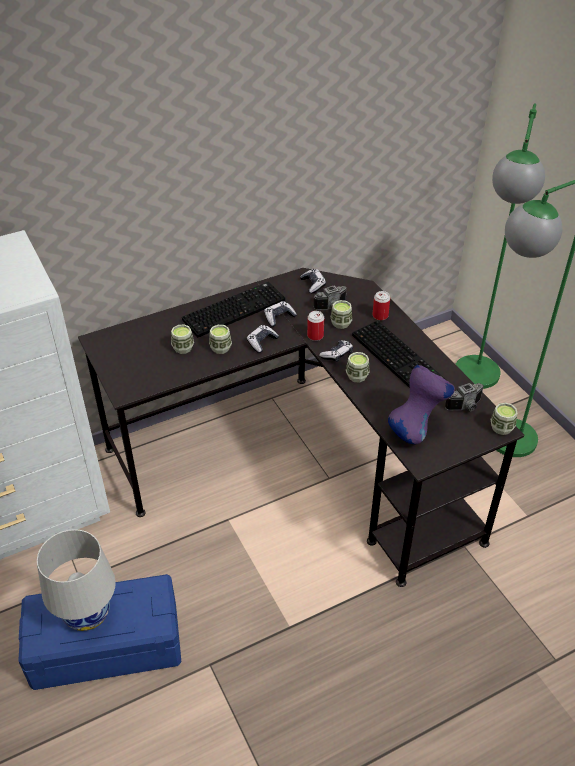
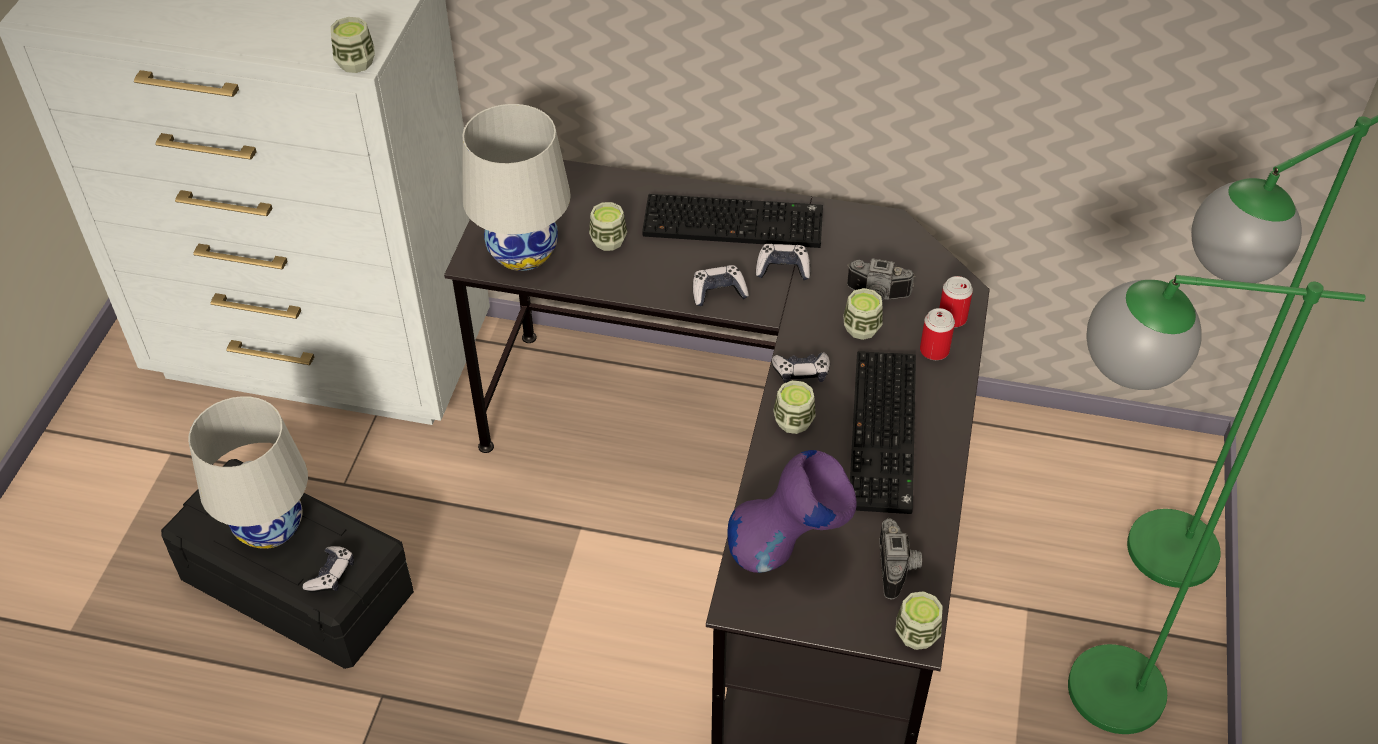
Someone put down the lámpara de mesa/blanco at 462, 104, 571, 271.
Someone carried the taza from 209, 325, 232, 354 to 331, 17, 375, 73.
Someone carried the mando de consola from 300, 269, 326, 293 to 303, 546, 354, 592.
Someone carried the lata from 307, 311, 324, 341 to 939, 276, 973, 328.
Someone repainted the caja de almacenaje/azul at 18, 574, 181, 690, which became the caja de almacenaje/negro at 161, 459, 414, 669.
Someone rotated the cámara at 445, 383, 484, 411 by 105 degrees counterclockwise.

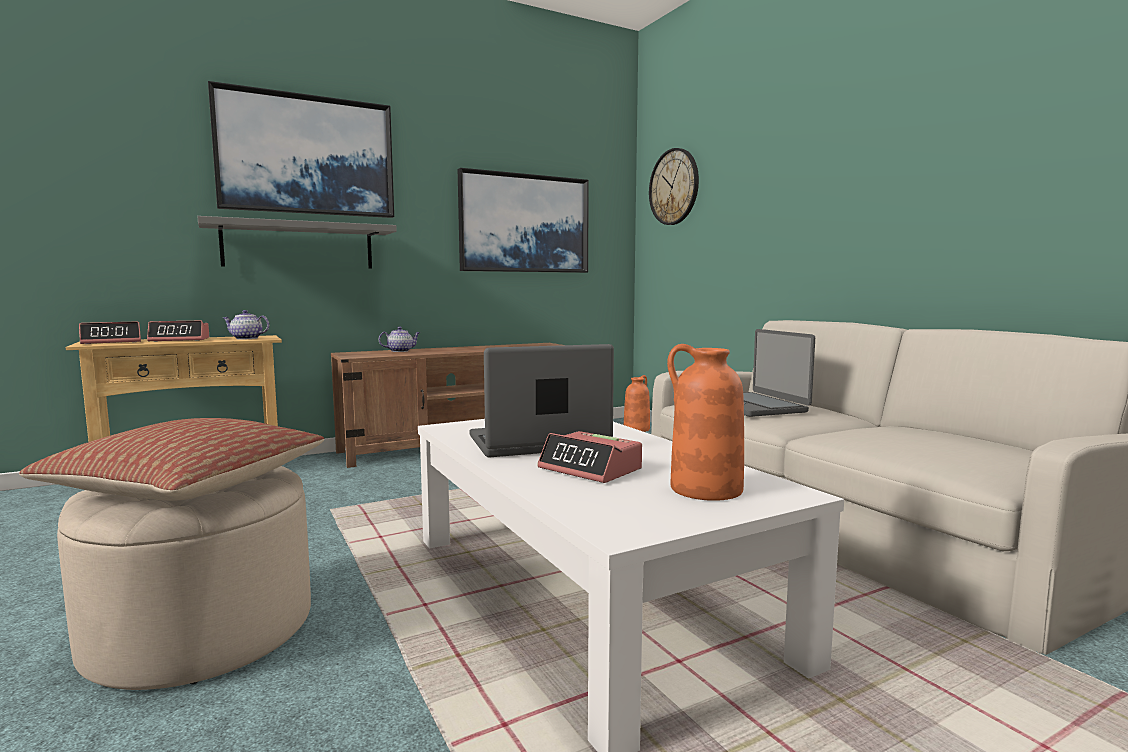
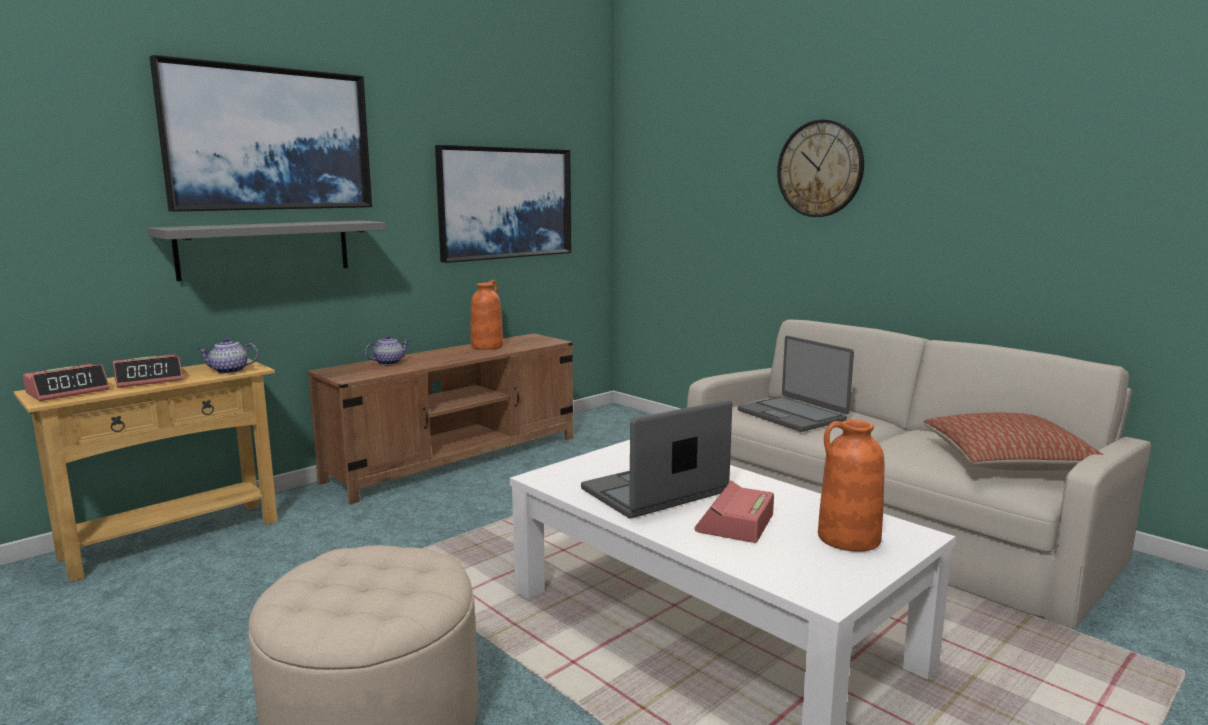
Someone carried the cojín from 19, 418, 324, 501 to 924, 413, 1104, 471.
Someone carried the florero/naranja from 624, 375, 650, 432 to 471, 280, 503, 350.
Someone carried the reloj de pared from 649, 148, 699, 225 to 777, 119, 864, 217.
Someone rotated the despertador at 537, 431, 642, 483 by 90 degrees clockwise.

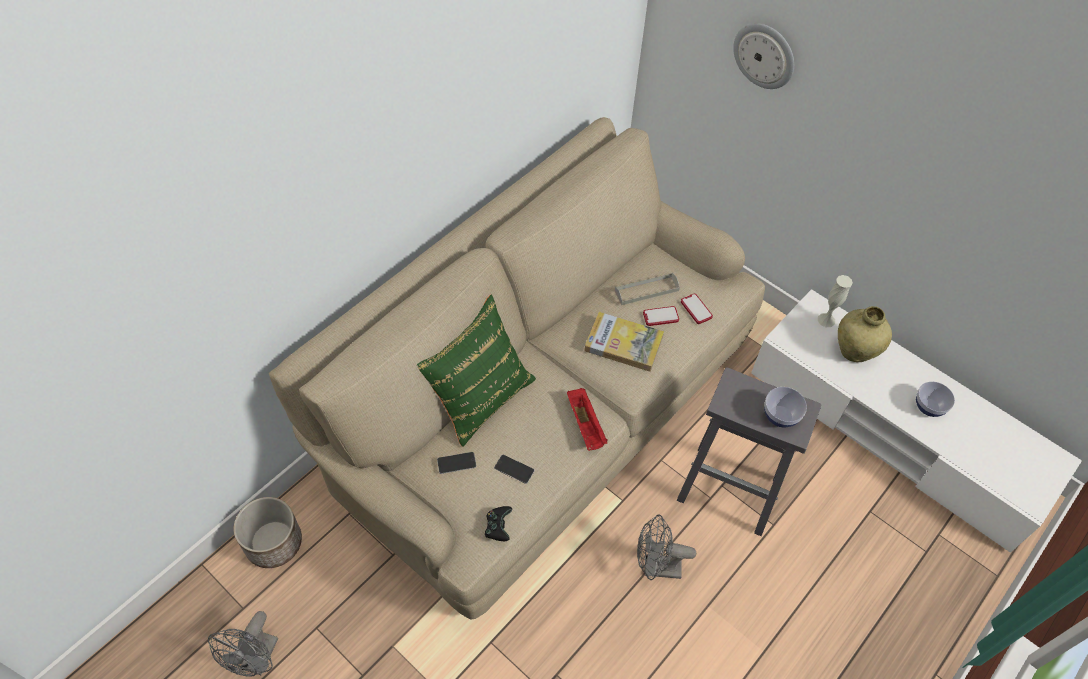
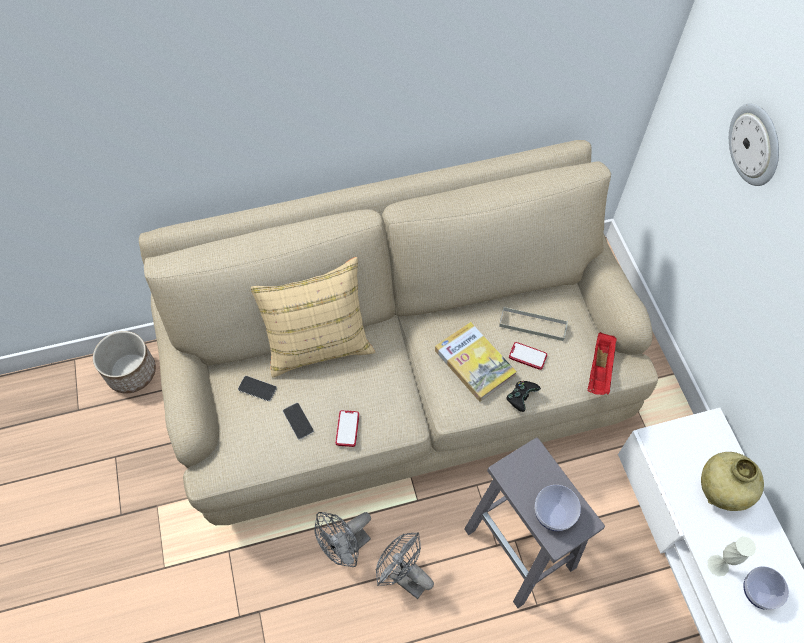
Someone carried the ventilador/gris from 208, 611, 278, 677 to 314, 512, 371, 567.
Someone carried the mando de consola/negro from 485, 506, 512, 541 to 506, 381, 541, 412.
Someone carried the bandeja/rojo from 567, 388, 607, 451 to 587, 332, 617, 395.
Someone carried the móvil from 681, 294, 713, 324 to 335, 410, 359, 447.
Someone carried the florero/blanco from 818, 275, 853, 327 to 707, 536, 756, 577.
Someone repainted the cojín/verde at 417, 295, 536, 447, which became the cojín/beis at 251, 257, 375, 378.

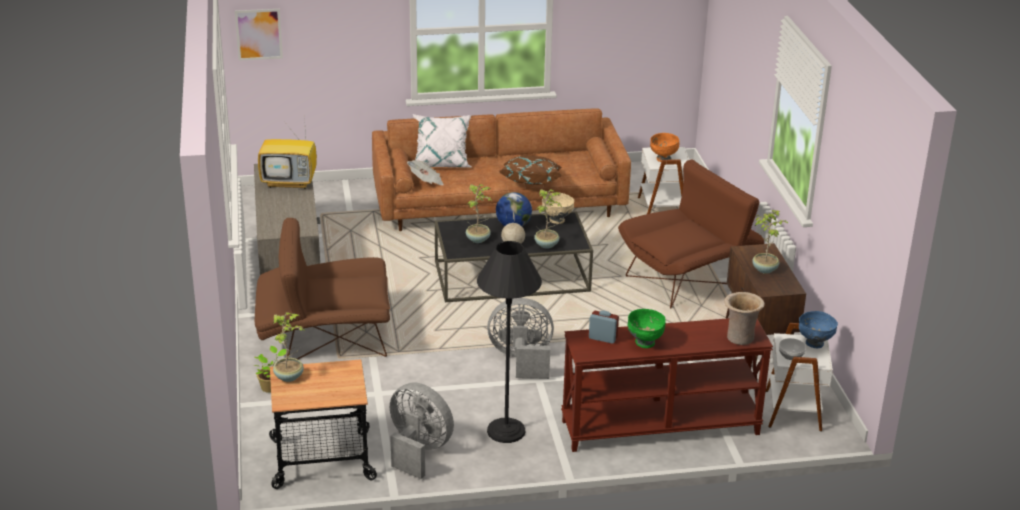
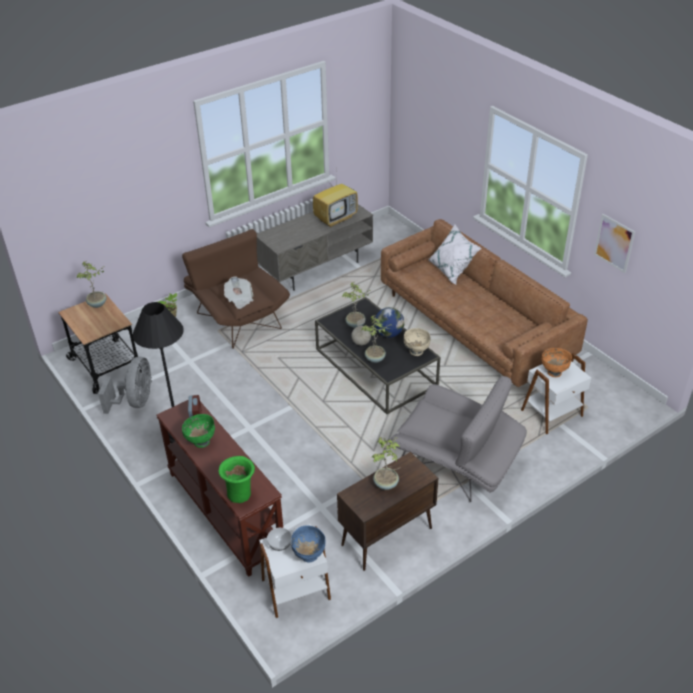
Someone took away the ventilador/gris at 487, 298, 554, 379.
Someone took away the cojín/marrón at 499, 156, 563, 185.
Someone carried the cuadro from 235, 9, 283, 61 to 594, 214, 635, 273.
Someone carried the periódico from 407, 160, 444, 185 to 224, 276, 253, 309.
Someone repainted the sillón/marrón at 618, 159, 764, 308, which became the sillón/gris at 390, 376, 527, 502.
Someone repainted the florero/beis at 724, 292, 765, 345, which became the florero/verde at 219, 456, 255, 503.
Someone rotated the televisor at 258, 116, 317, 189 by 105 degrees counterclockwise.

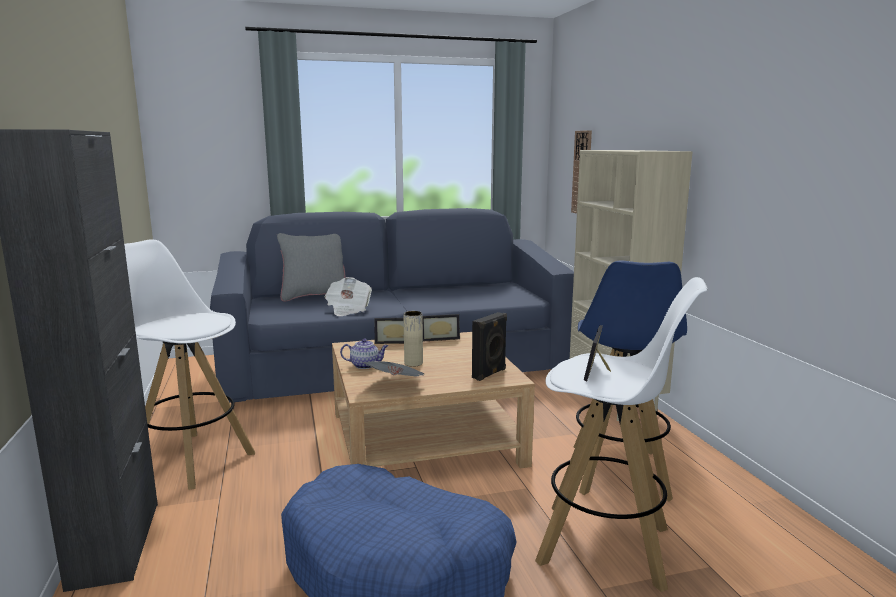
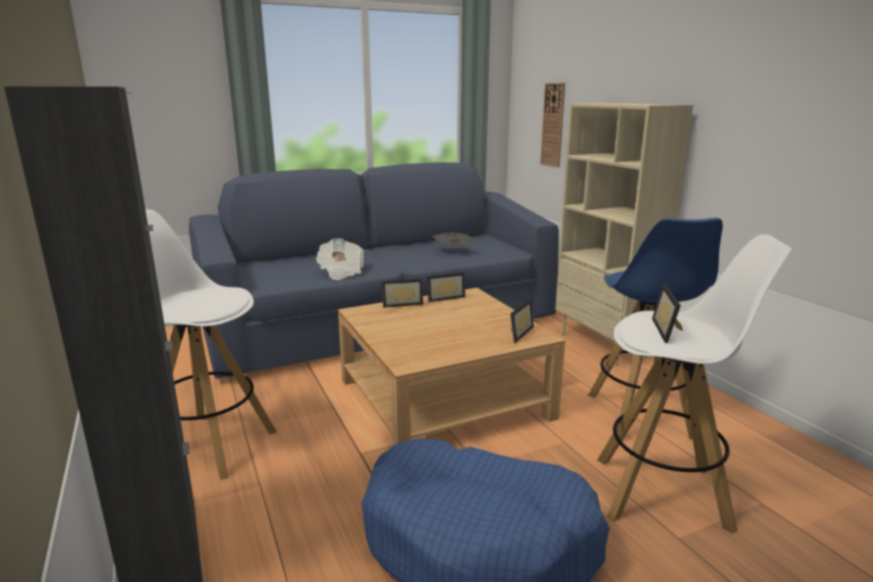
Someone took away the cojín/gris at 277, 233, 346, 302.
Someone took away the tetera at 340, 338, 388, 369.
Someone took away the florero/beis at 403, 311, 423, 367.
Someone carried the periódico from 363, 361, 425, 376 to 432, 232, 475, 247.
Someone swapped the altavoz/negro at 472, 312, 507, 381 for the portarretratos at 510, 299, 534, 343.

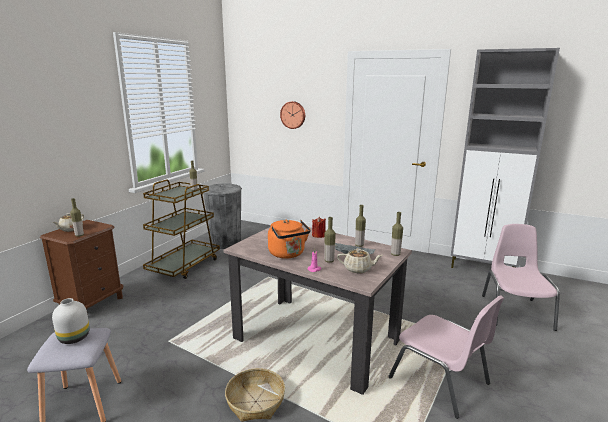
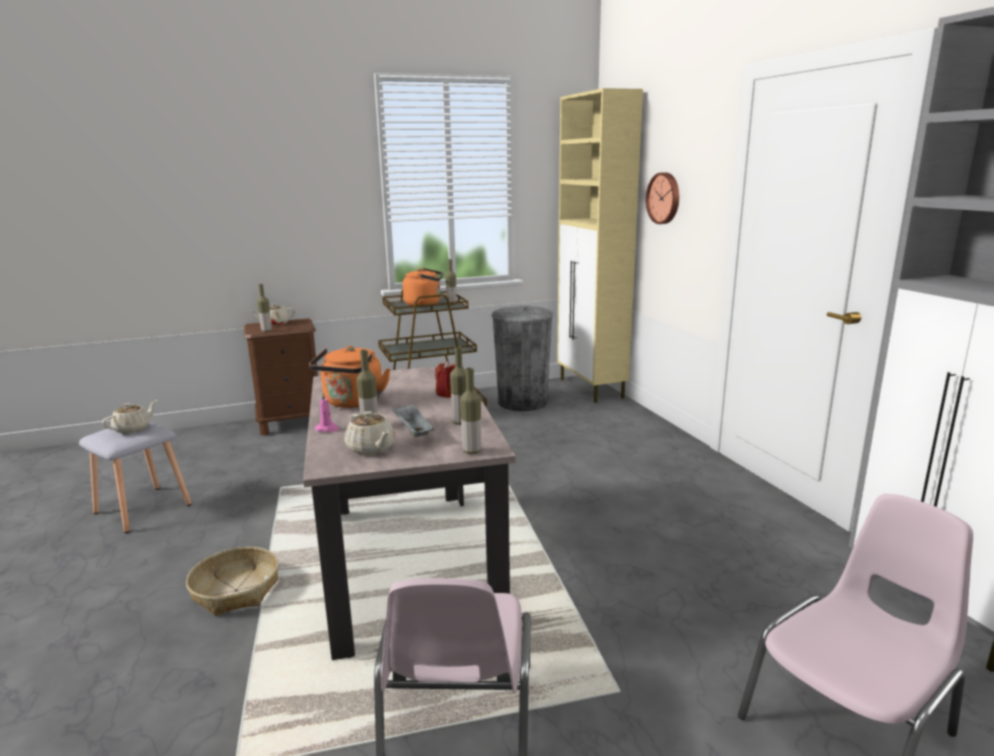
Someone put down the hervidor/naranja at 403, 268, 443, 307.
Someone put down the armario/beis at 557, 88, 643, 403.
Someone swapped the florero/blanco at 52, 298, 90, 344 for the tetera/beis at 102, 400, 157, 433.

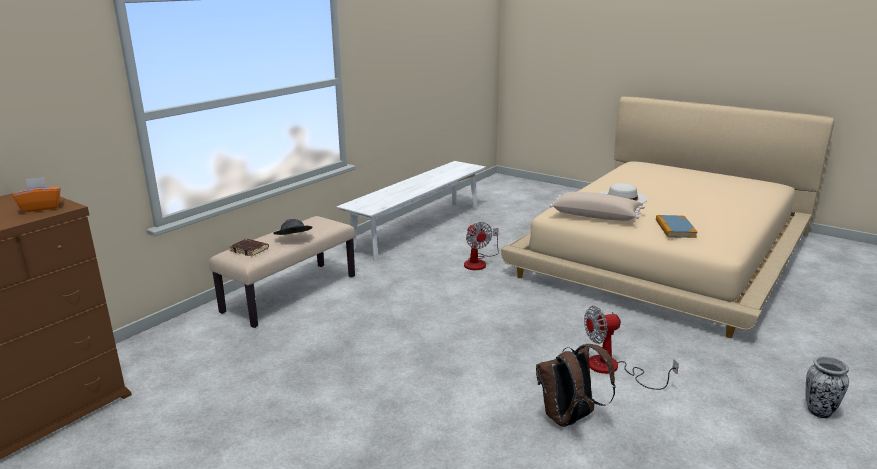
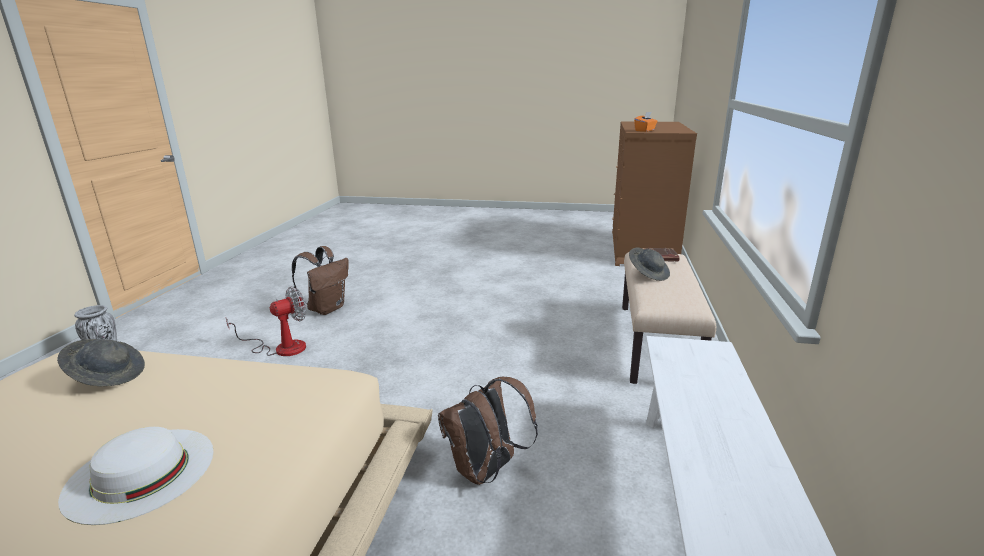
Someone took away the cojín/beis at 550, 192, 645, 221.
Someone swapped the ventilador at 464, 222, 499, 270 for the mochila/marrón at 438, 377, 538, 485.
Someone swapped the libro at 656, 215, 698, 238 for the sombrero/gris at 57, 339, 145, 386.

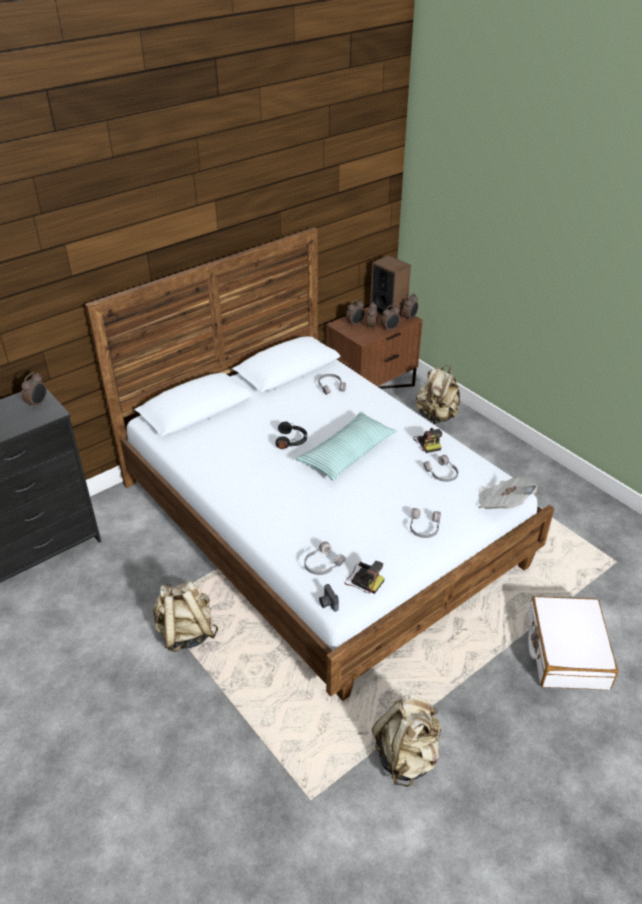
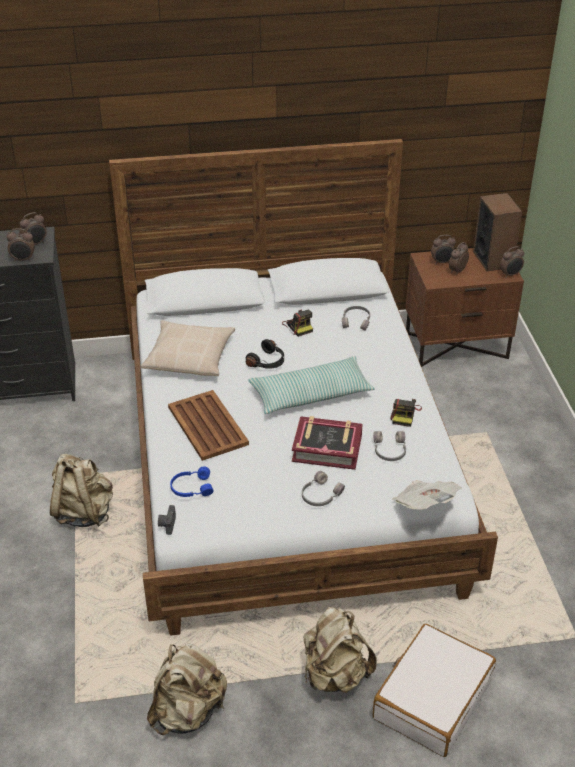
Someone put down the cojín/beis at 141, 320, 235, 376.
Someone put down the bandeja/marrón at 168, 390, 249, 461.
Someone put down the libro at 292, 416, 363, 470.
Someone carried the cámara from 344, 561, 385, 594 to 282, 309, 313, 337.
Someone carried the despertador from 381, 305, 400, 332 to 7, 228, 35, 261.
Someone carried the mochila/beis from 416, 365, 460, 424 to 304, 607, 377, 693.
Someone repainted the auriculares/gris at 304, 541, 346, 575, which became the auriculares/azul at 170, 466, 214, 497.

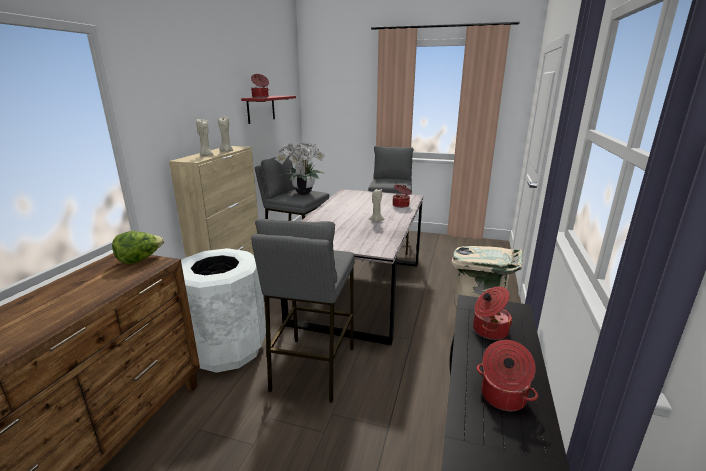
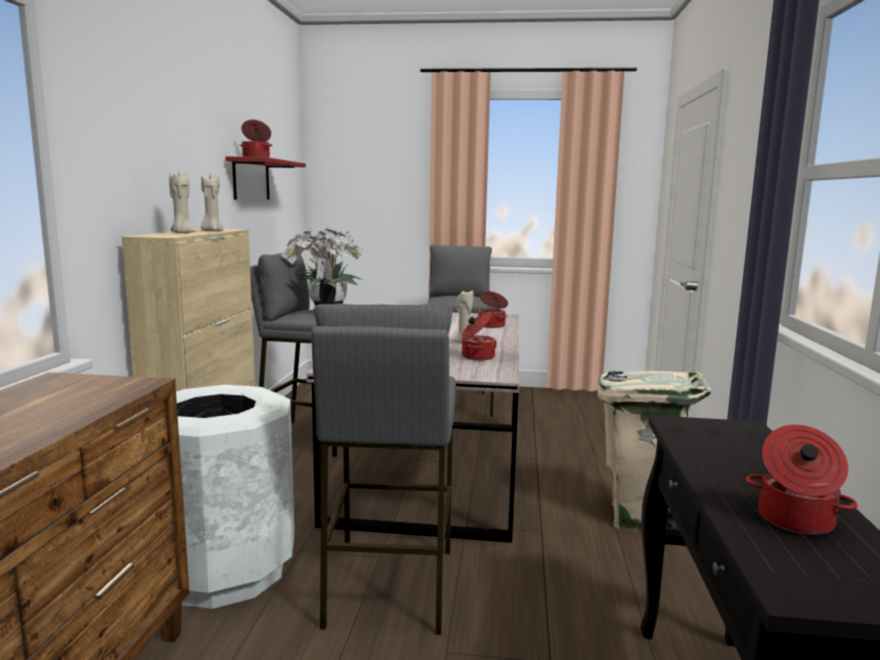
Someone took away the lechuga at 112, 231, 164, 264.
Someone carried the olla from 473, 286, 513, 340 to 462, 312, 497, 360.

